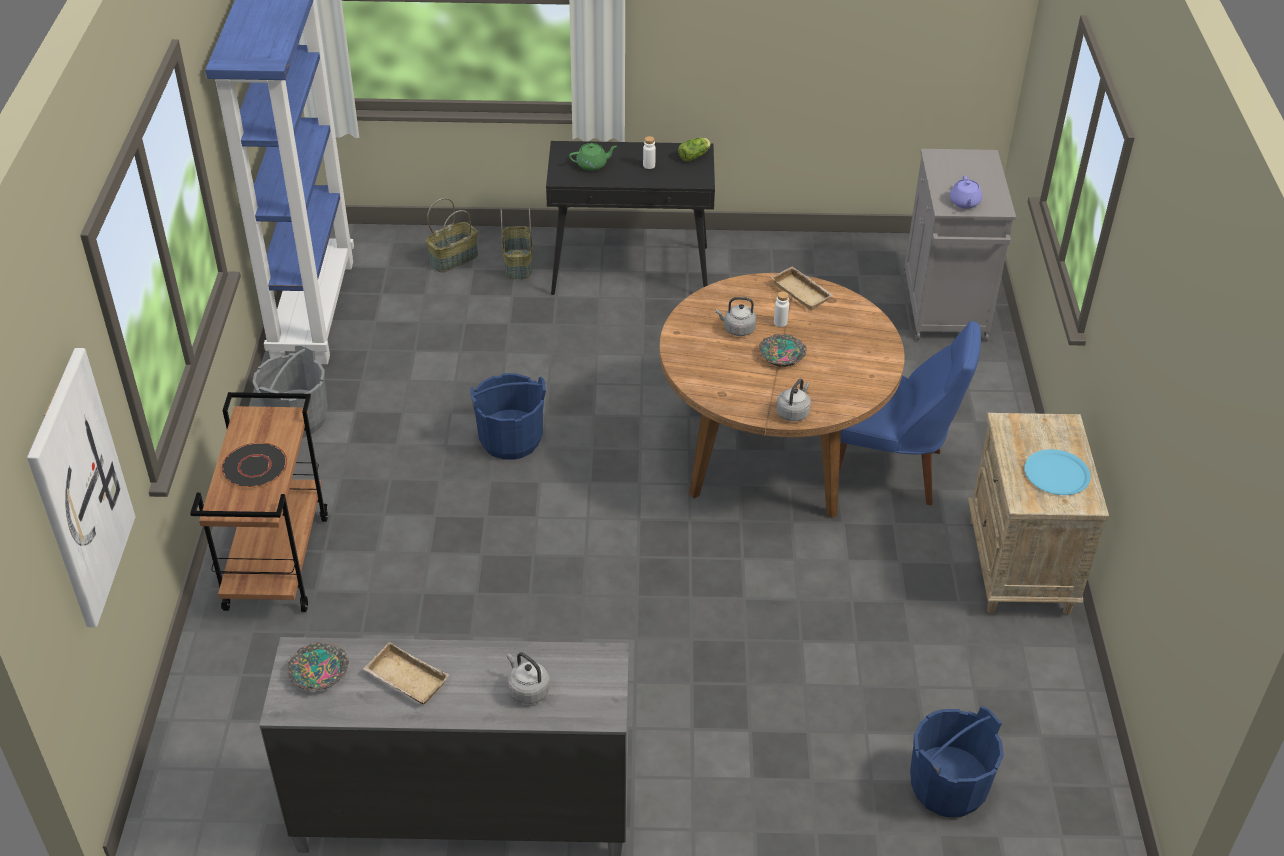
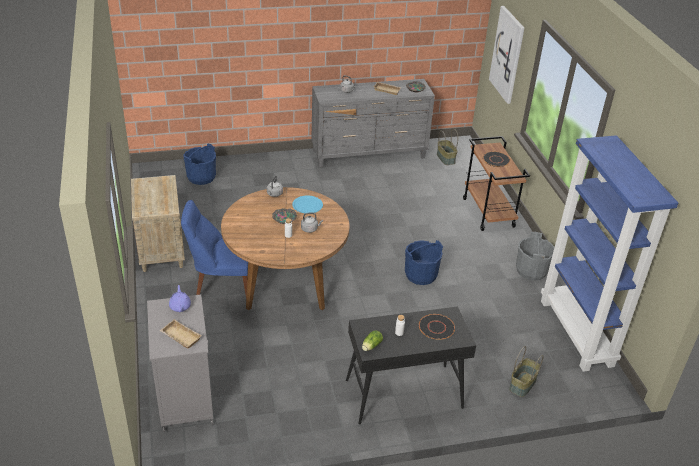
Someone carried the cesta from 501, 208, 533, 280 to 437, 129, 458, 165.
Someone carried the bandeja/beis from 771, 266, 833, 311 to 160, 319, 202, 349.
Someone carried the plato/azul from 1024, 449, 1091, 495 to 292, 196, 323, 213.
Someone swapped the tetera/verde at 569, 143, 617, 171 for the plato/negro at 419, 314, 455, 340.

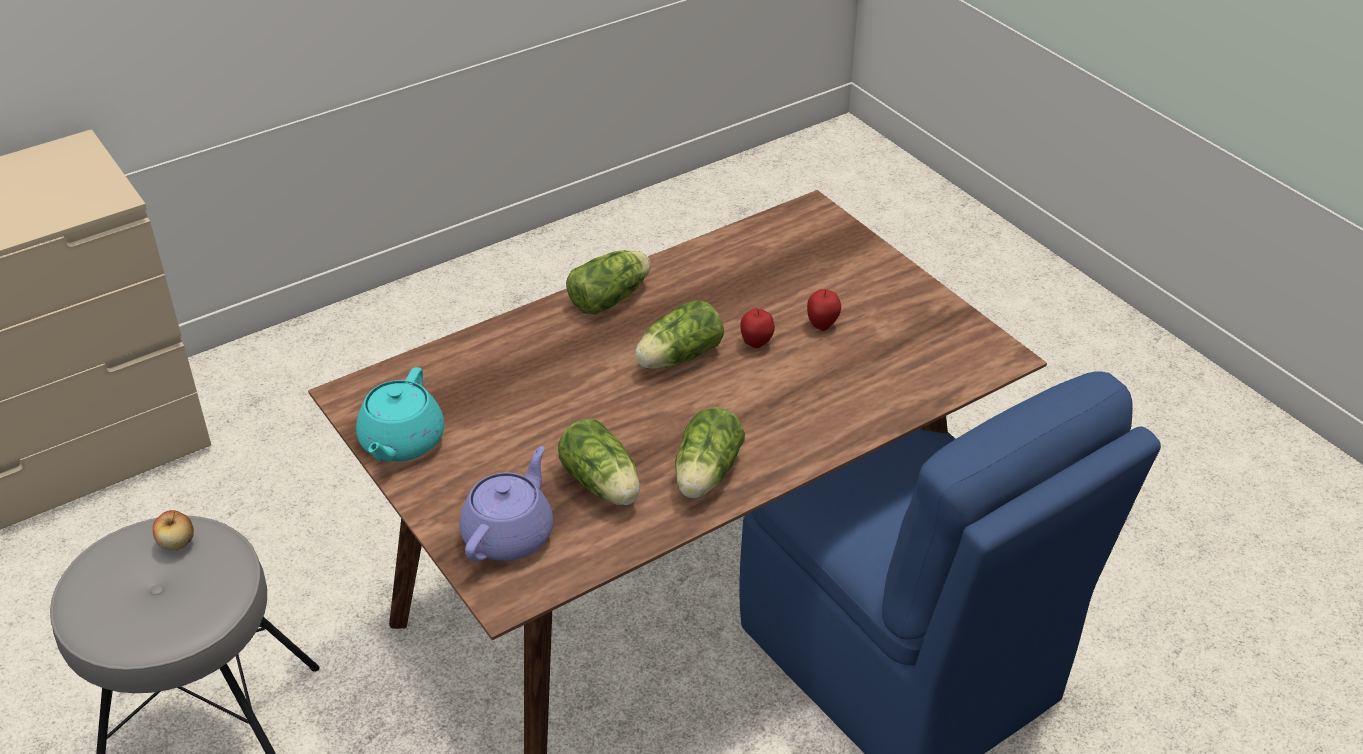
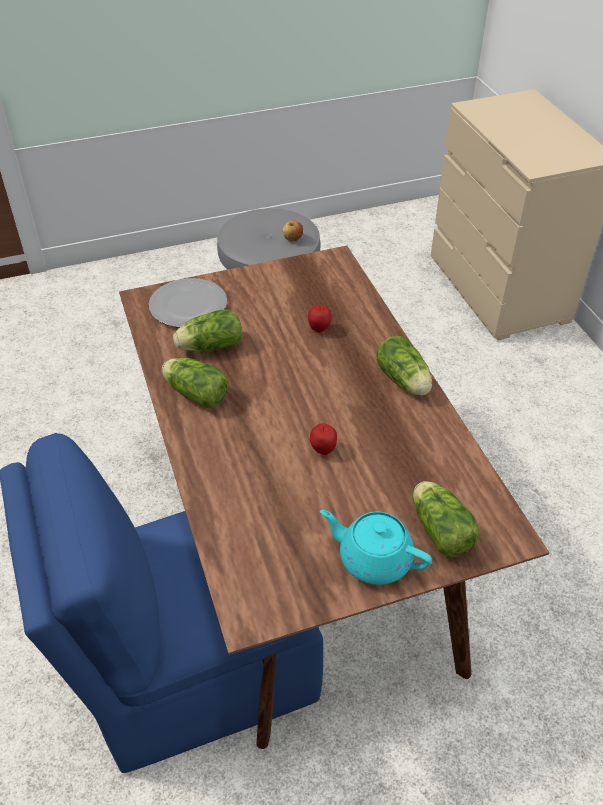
Someone carried the tetera/turquesa from 356, 367, 444, 462 to 320, 510, 432, 585.
Someone carried the lechuga from 635, 300, 724, 369 to 413, 481, 480, 557.
Someone carried the manzana from 807, 289, 841, 331 to 308, 304, 332, 333.
Someone swapped the tetera/morado at 459, 446, 553, 562 for the plato at 149, 278, 227, 327.

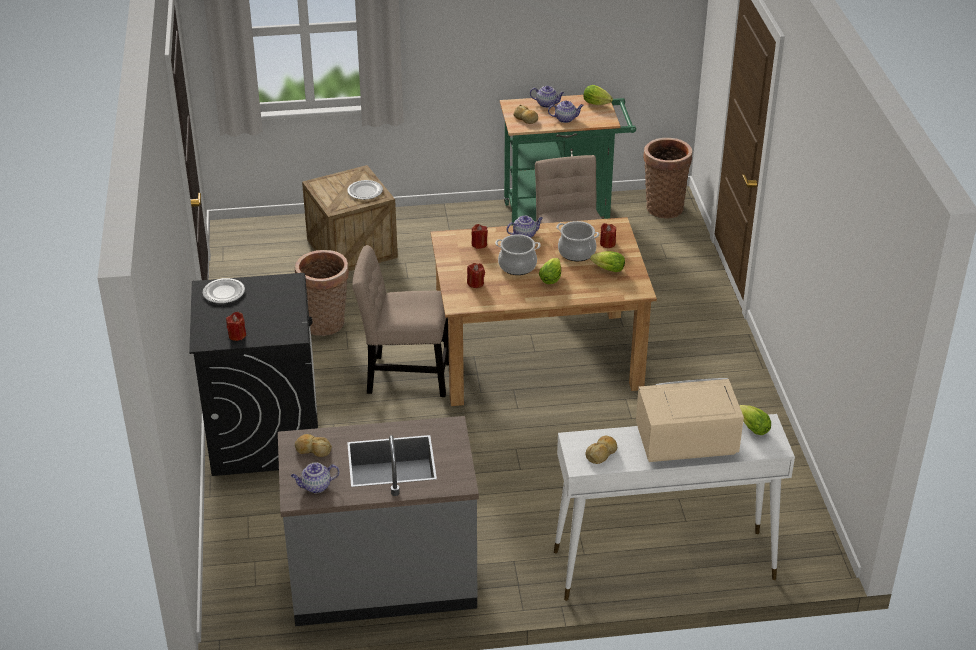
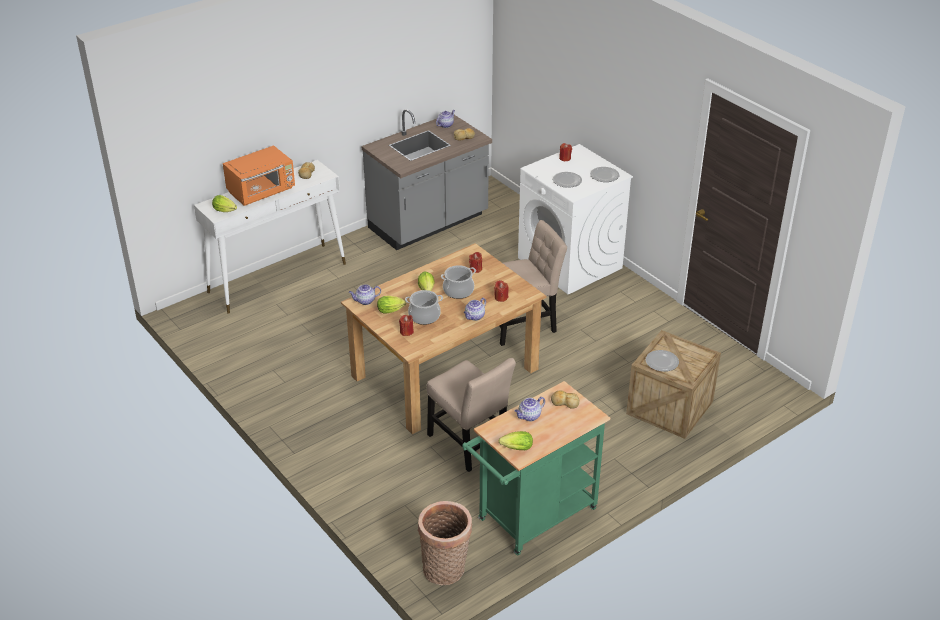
Someone took away the cesta at 295, 250, 349, 336.
Someone put down the plato at 552, 172, 582, 188.
Someone carried the tetera from 530, 86, 564, 108 to 349, 284, 381, 305.
Someone repainted the lavadora/negro at 189, 273, 318, 476, which became the lavadora/blanco at 518, 144, 633, 294.
Someone repainted the microondas/beis at 636, 378, 744, 462, which became the microondas/naranja at 223, 145, 295, 206.

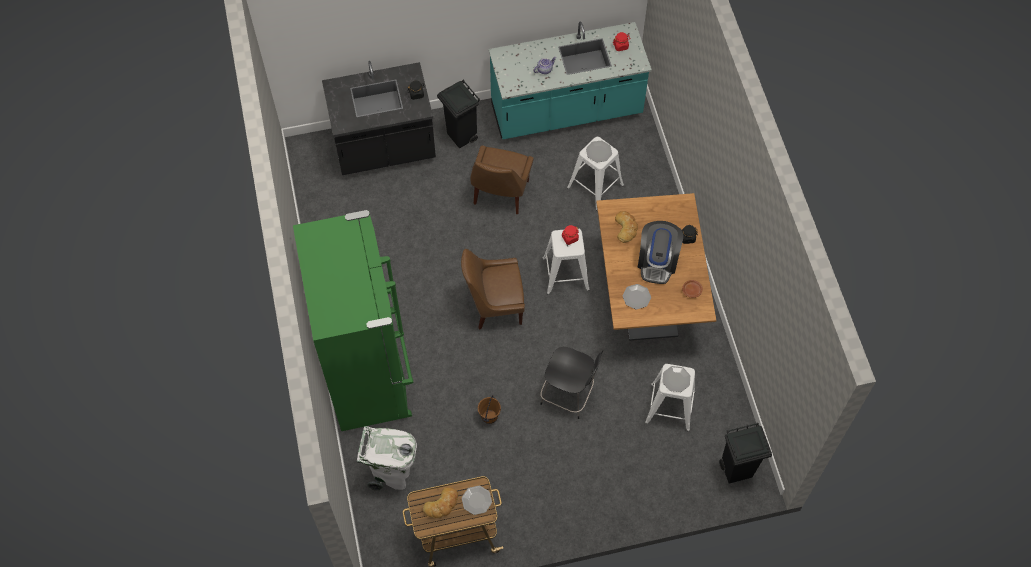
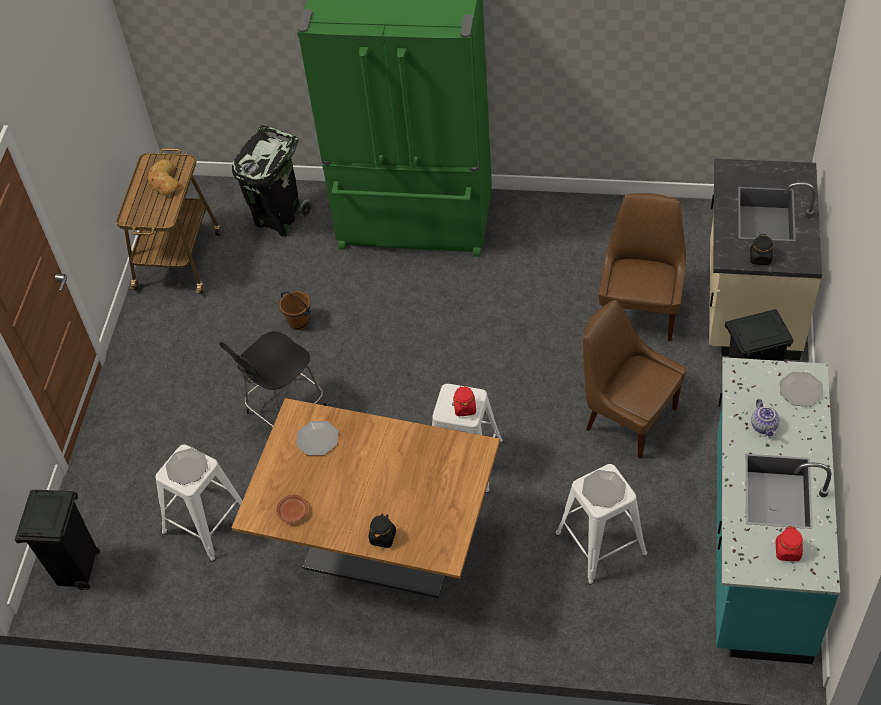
Someone took away the pan at 615, 211, 638, 243.
Someone took away the cafetera at 638, 221, 683, 284.
Someone carried the silla/marrón from 461, 249, 525, 330 to 598, 193, 686, 341.
Someone carried the plato from 462, 486, 492, 515 to 780, 372, 823, 407.
Someone repainted the mueble bajo de cocina/negro at 322, 61, 436, 175, which became the mueble bajo de cocina/beis at 709, 159, 822, 360.
Someone repainted the papelera/blanco at 357, 426, 417, 491, which became the papelera/negro at 232, 125, 312, 237.

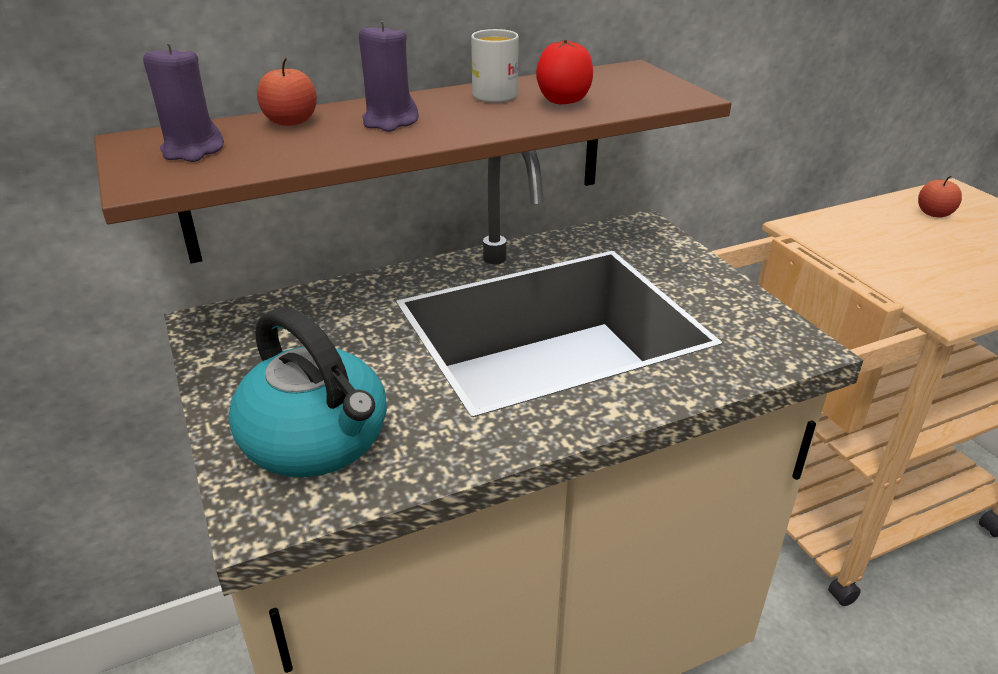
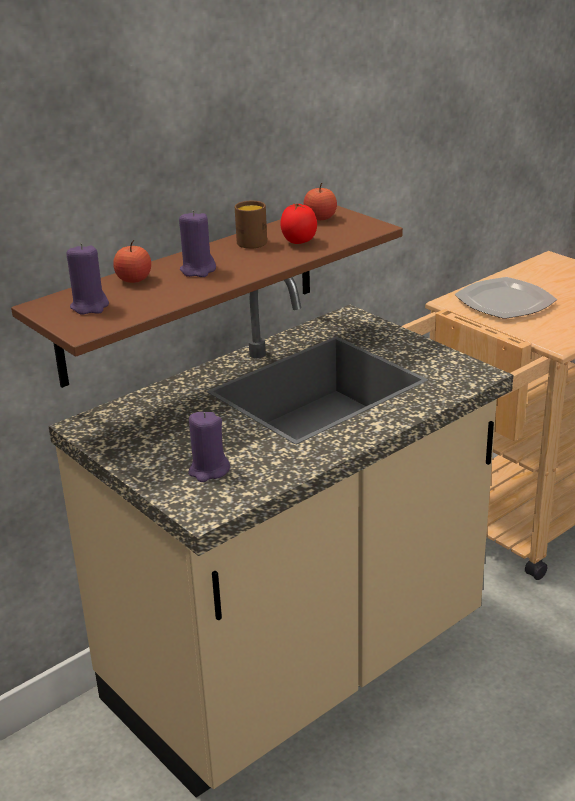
Someone put down the plato at 455, 277, 557, 319.
Someone carried the manzana from 918, 176, 962, 217 to 304, 183, 337, 221.
Someone swapped the hervidor at 228, 307, 387, 477 for the vela/morado at 188, 412, 230, 482.
Someone repainted the taza grande/blanco at 471, 29, 519, 103, which became the taza grande/marrón at 235, 200, 267, 249.

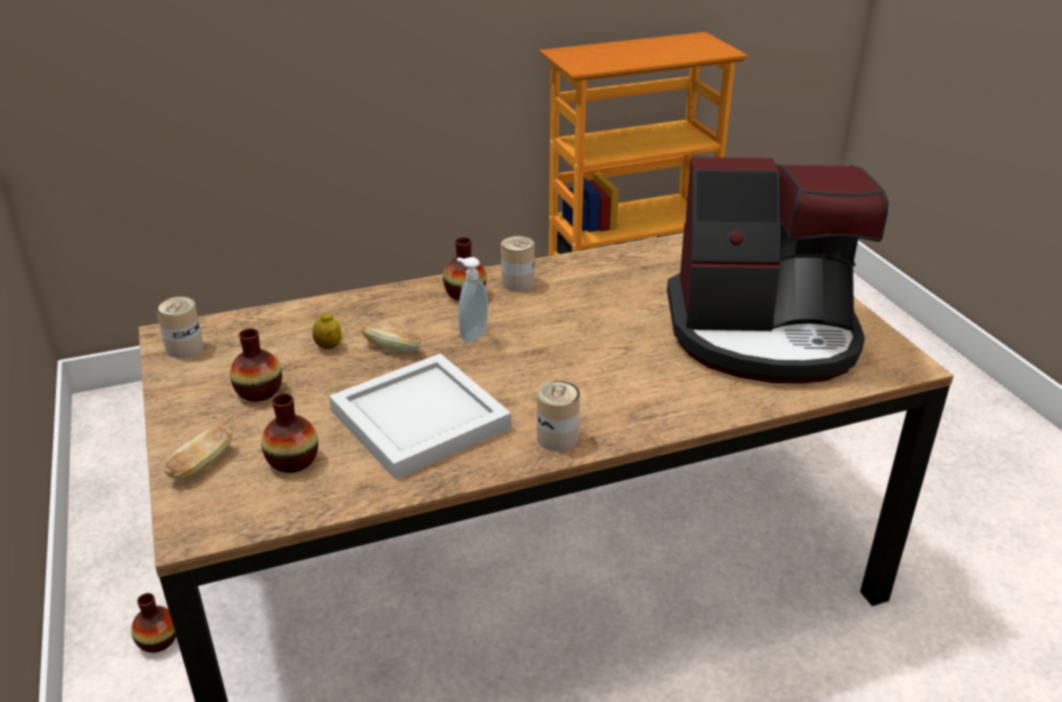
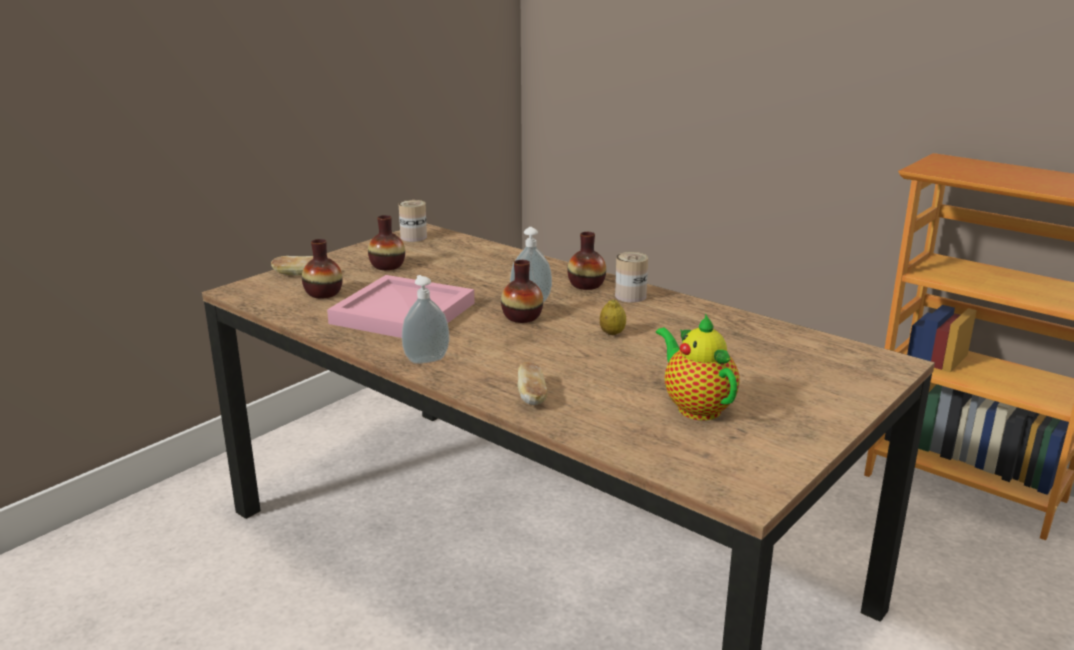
Someone carried the florero from 131, 593, 176, 653 to 501, 260, 543, 323.
Someone carried the limón from 312, 312, 342, 349 to 600, 299, 626, 335.
Someone carried the pan from 361, 322, 421, 352 to 518, 362, 547, 405.
Someone swapped the lata at 537, 381, 580, 451 for the dispensador de jabón at 402, 275, 449, 364.
Someone swapped the cafetera at 667, 157, 889, 383 for the tetera at 656, 313, 740, 420.
Someone repainted the bandeja/blanco at 329, 353, 511, 480, which became the bandeja/rosa at 327, 275, 475, 338.

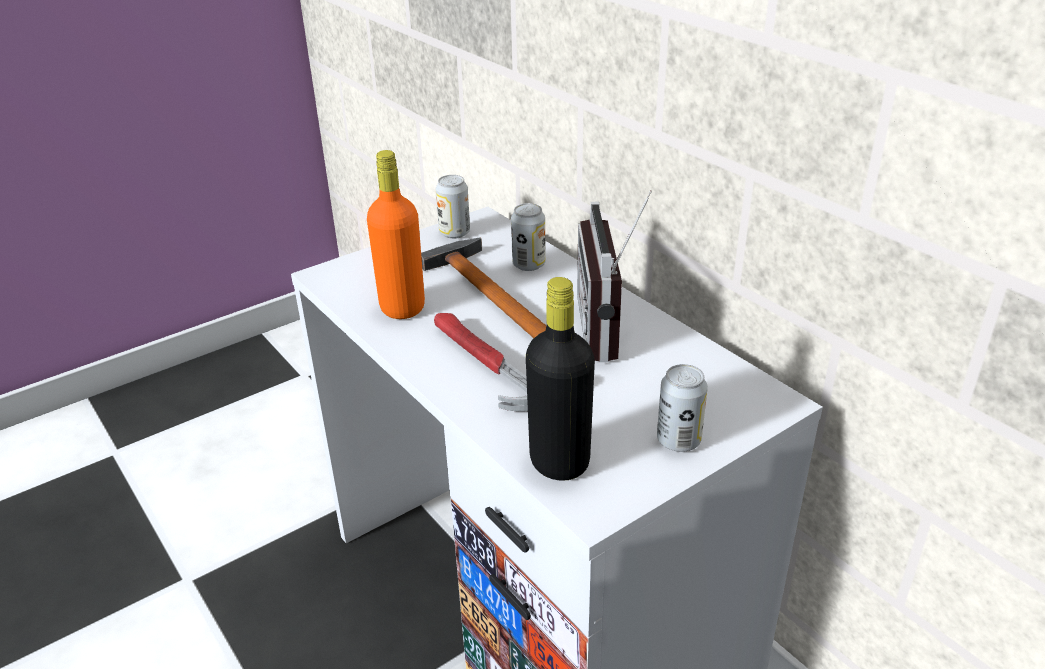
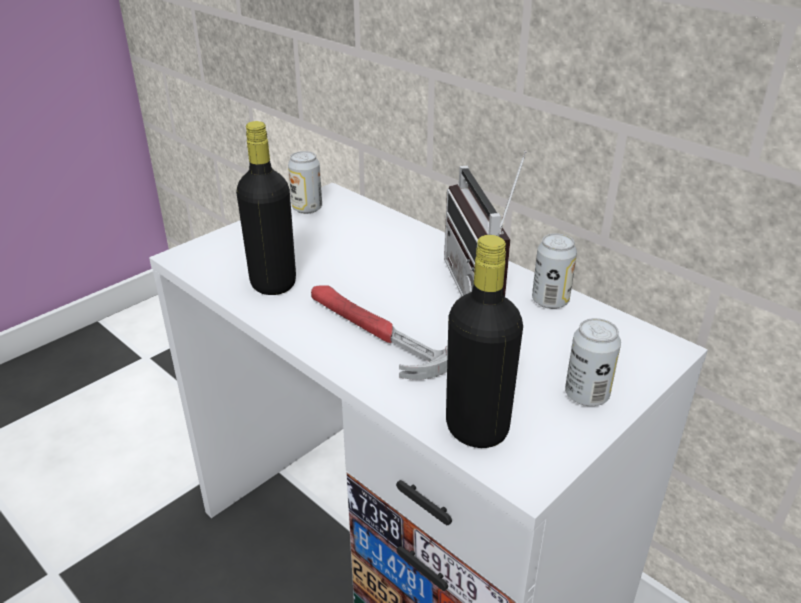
Someone took away the martillo at 421, 238, 547, 338.
Someone carried the lata from 511, 203, 546, 271 to 532, 233, 577, 309.
Someone repainted the botella/naranja at 367, 150, 425, 319, which became the botella/negro at 236, 121, 296, 295.

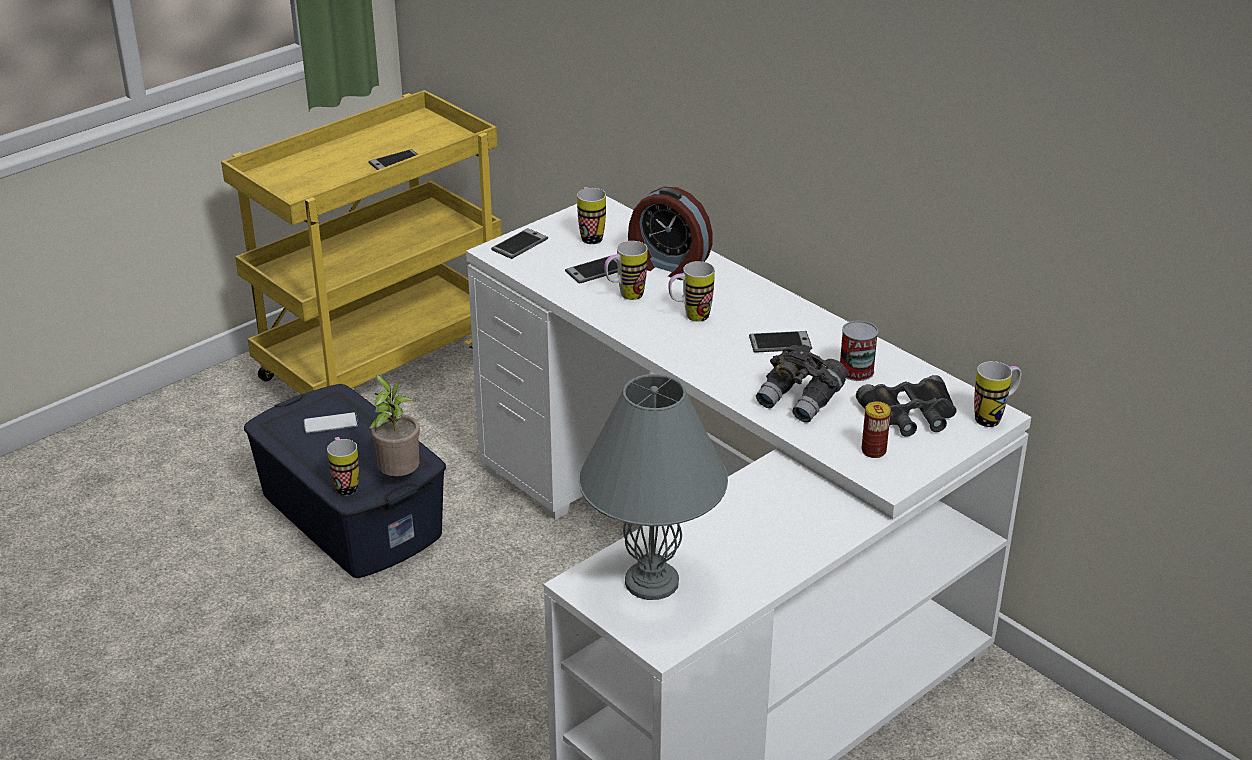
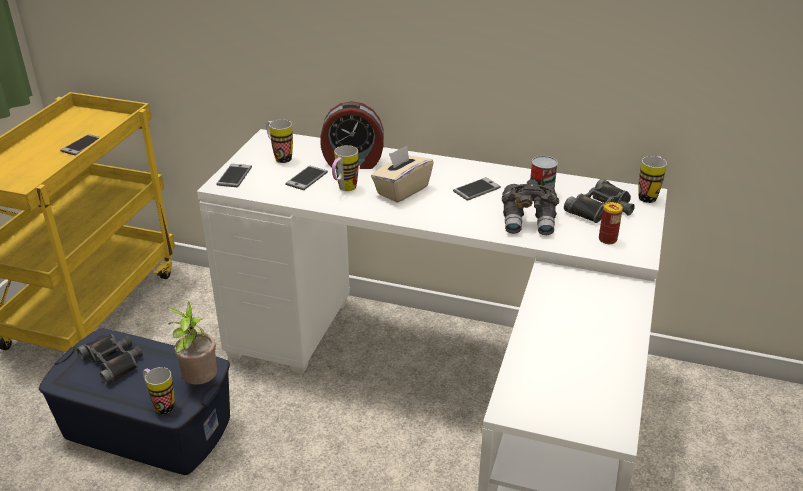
Someone took away the lámpara de mesa/gris at 578, 374, 728, 600.
Someone swapped the móvil at 304, 412, 358, 433 for the prismáticos/negro at 77, 334, 143, 385.
Someone swapped the taza grande at 668, 261, 715, 322 for the caja de pañuelos/beis at 371, 146, 434, 203.

